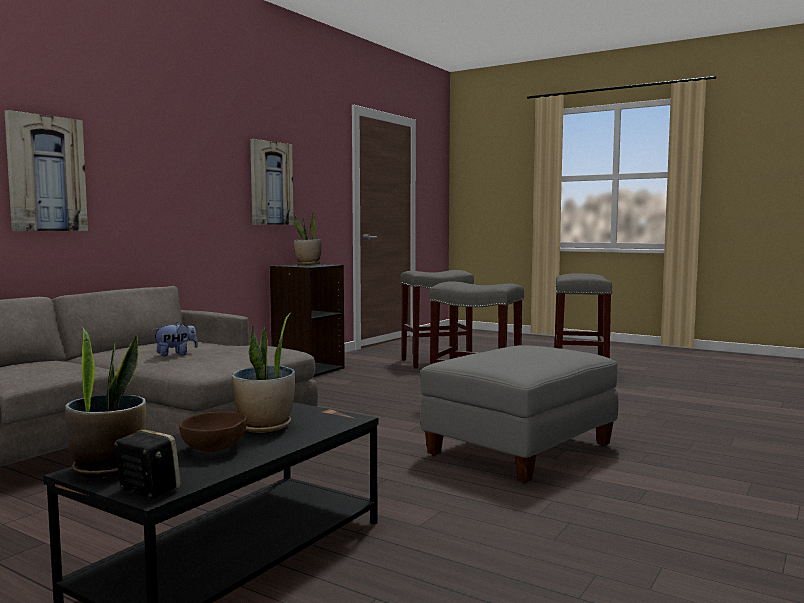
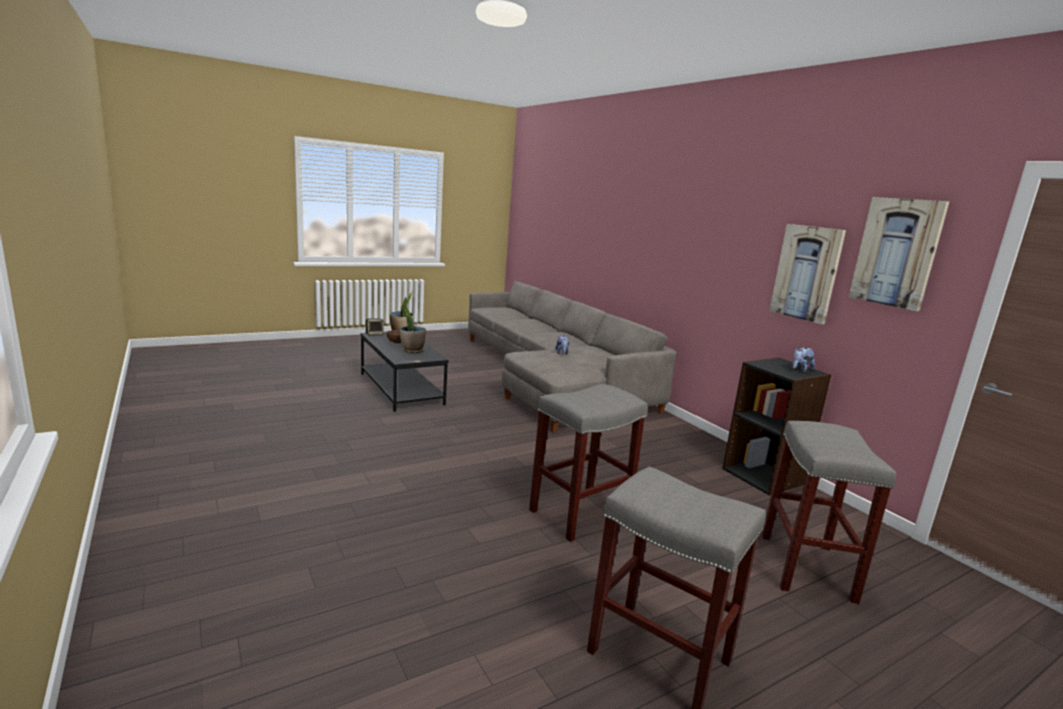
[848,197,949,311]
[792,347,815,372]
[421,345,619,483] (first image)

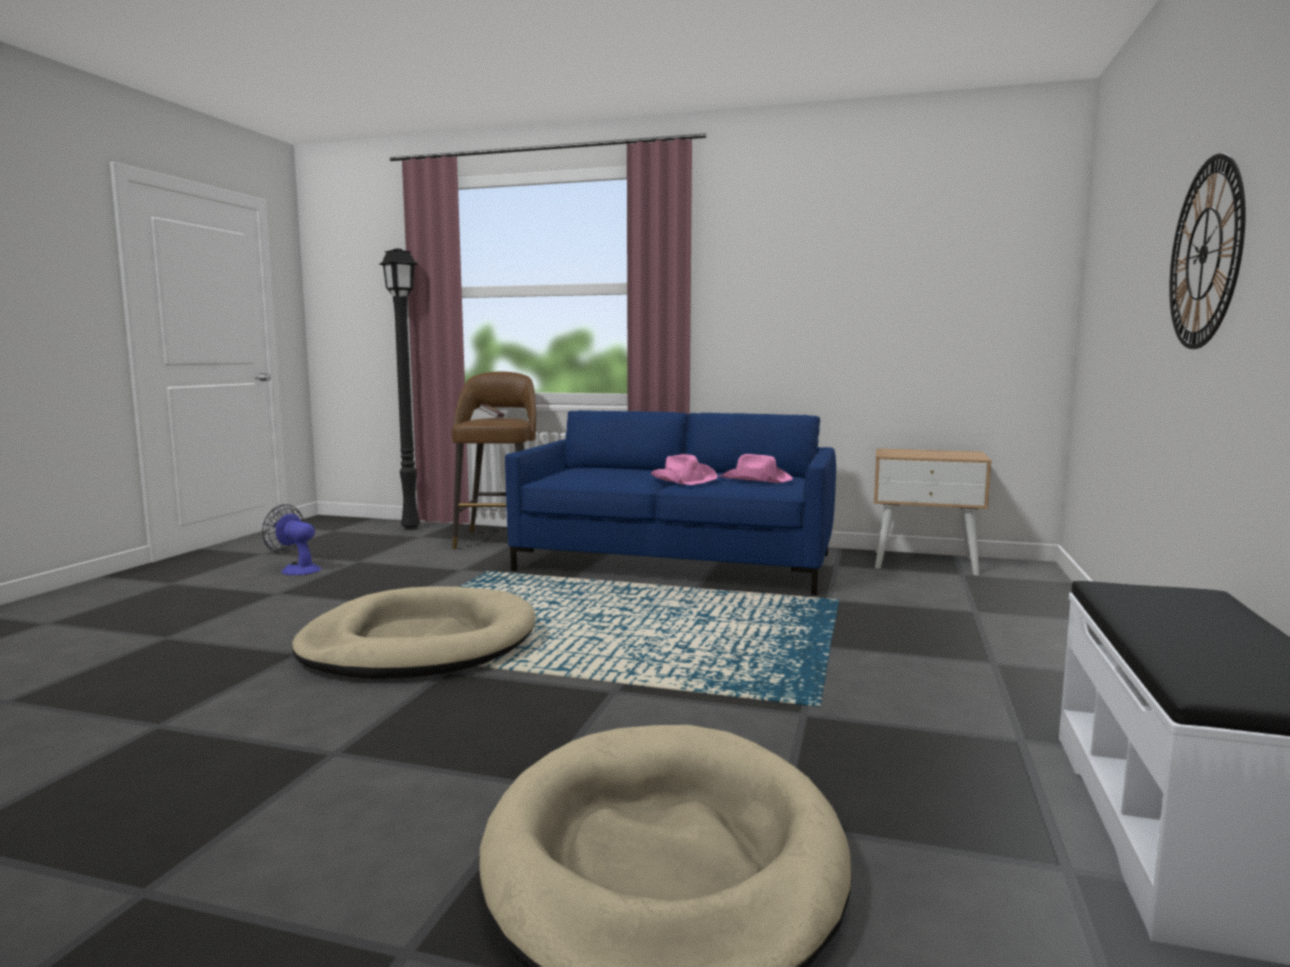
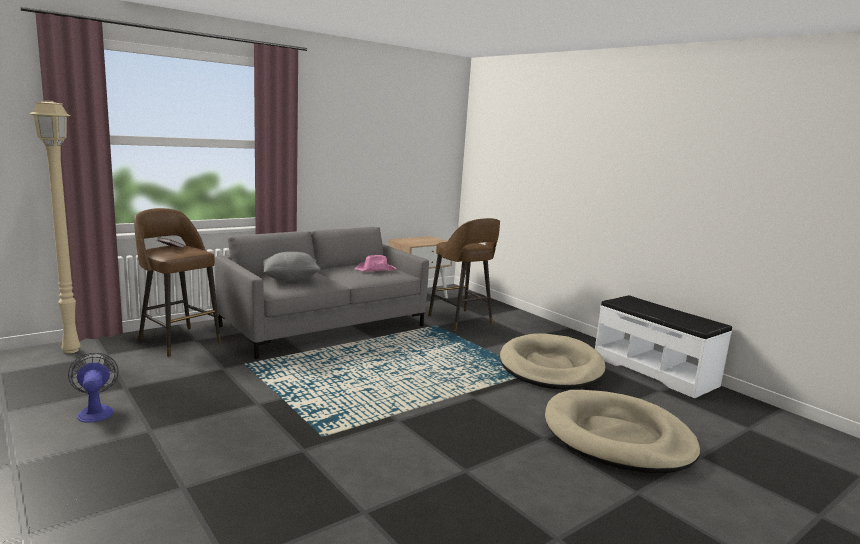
[1169,153,1246,349] (first image)
[29,100,81,353]
[215,227,429,359]
[651,454,718,485] (first image)
[68,353,119,423]
[500,333,605,389]
[428,218,500,331]
[262,251,321,281]

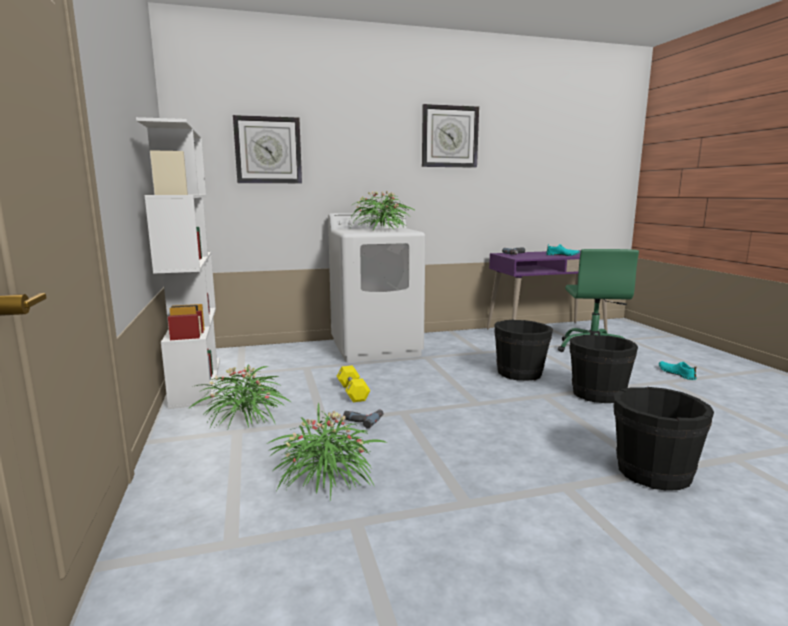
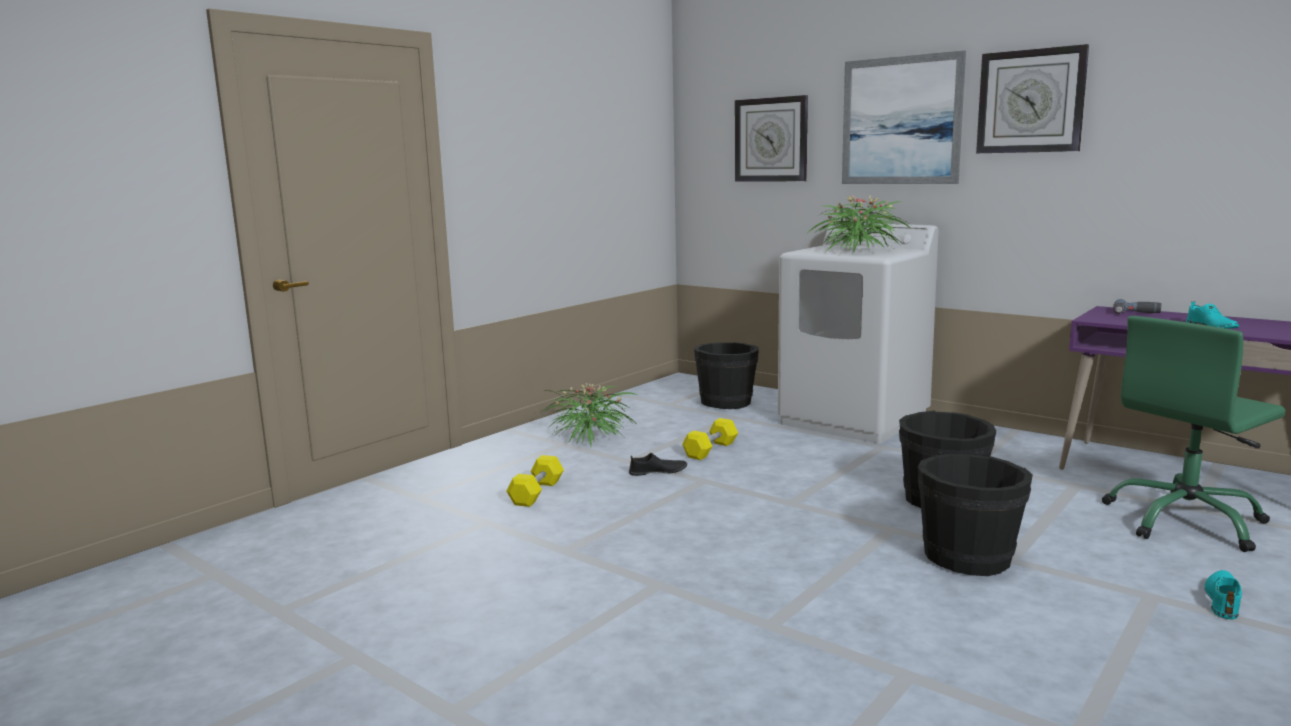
[136,117,220,409] (first image)
[694,342,759,409]
[507,455,564,507]
[629,453,687,476]
[842,50,966,184]

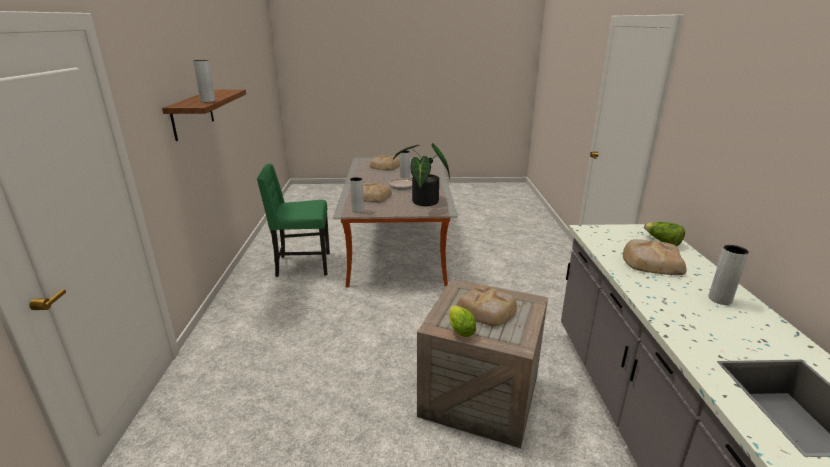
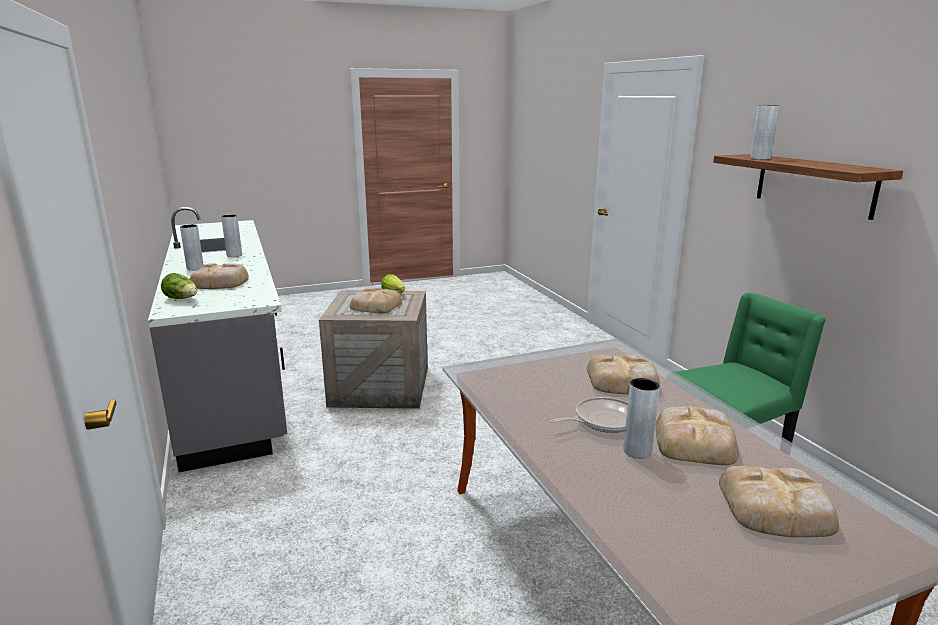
[393,143,450,206] (first image)
[221,214,242,257]
[656,406,739,465]

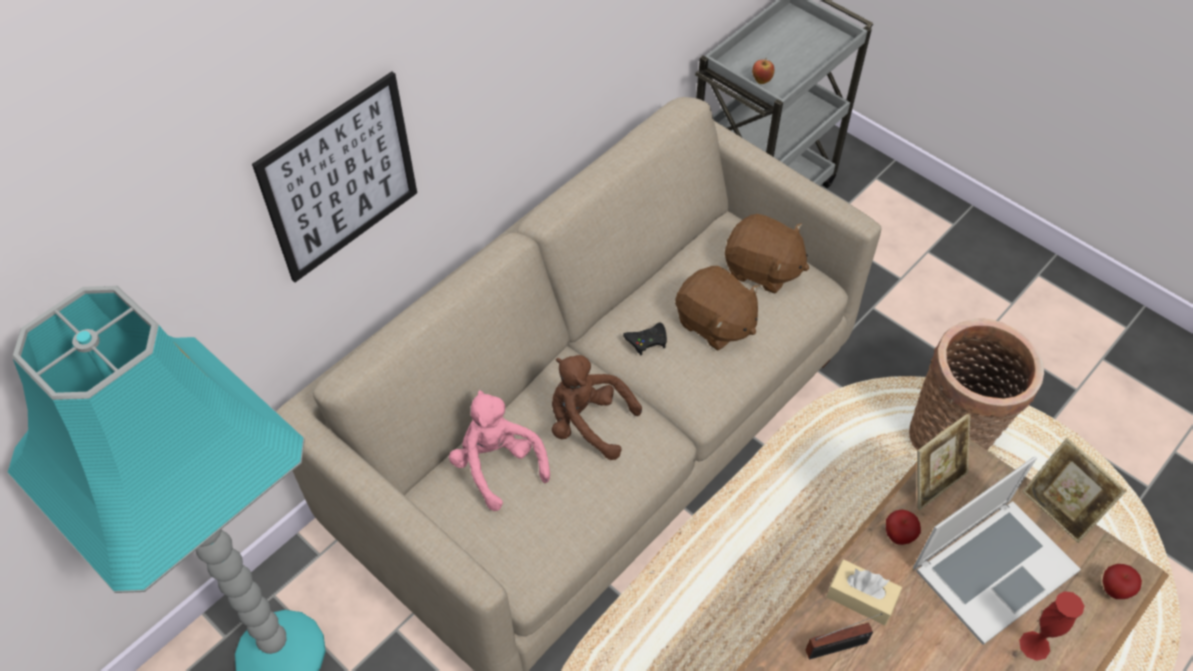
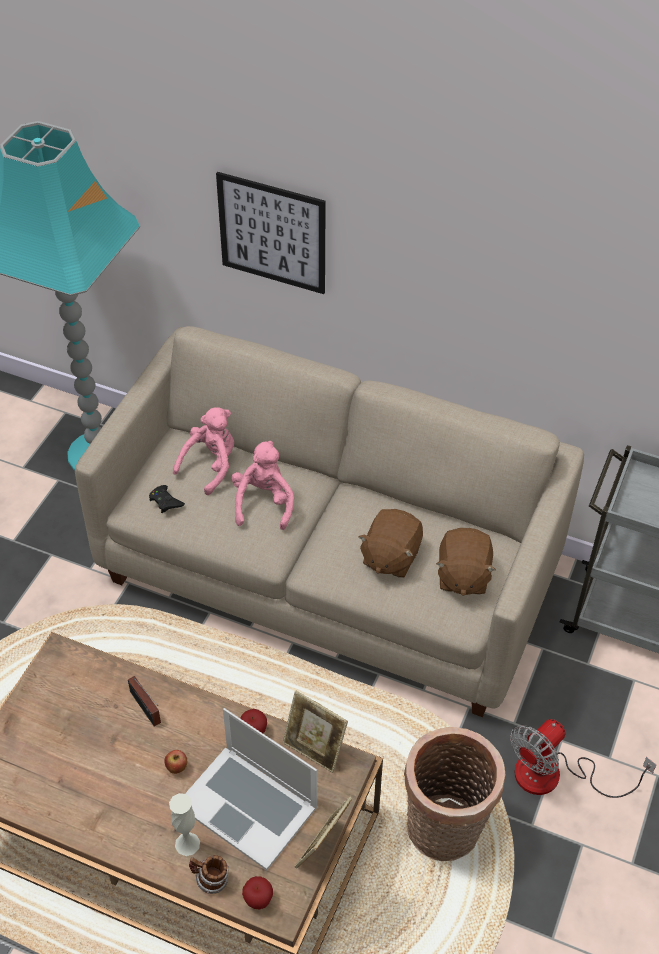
[164,750,187,774]
[149,485,185,513]
[231,441,294,530]
[826,559,902,625] (first image)
[169,793,200,856]
[510,719,656,798]
[189,855,229,894]

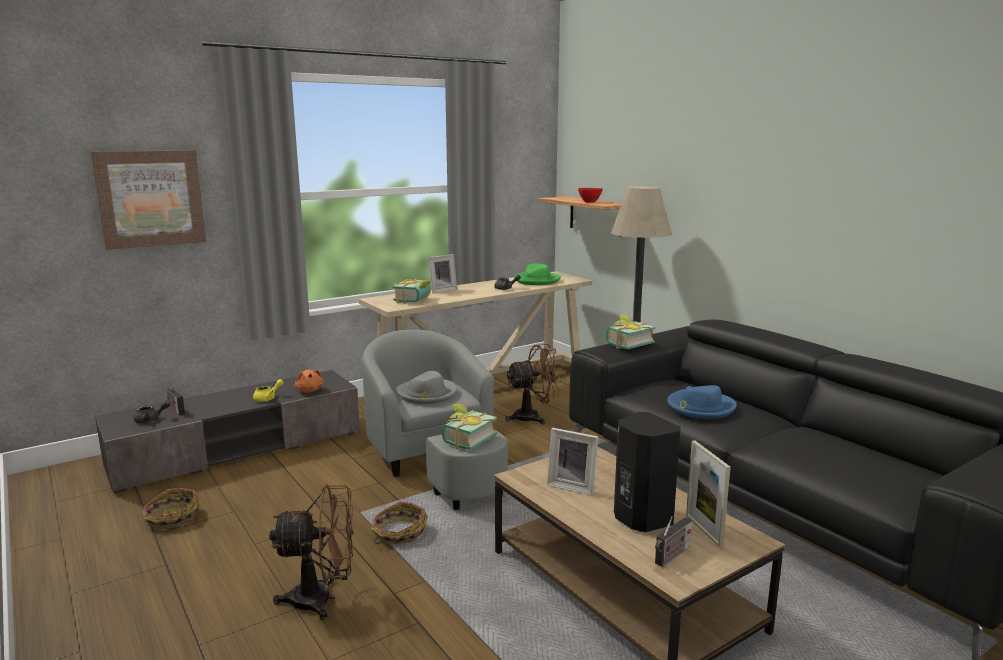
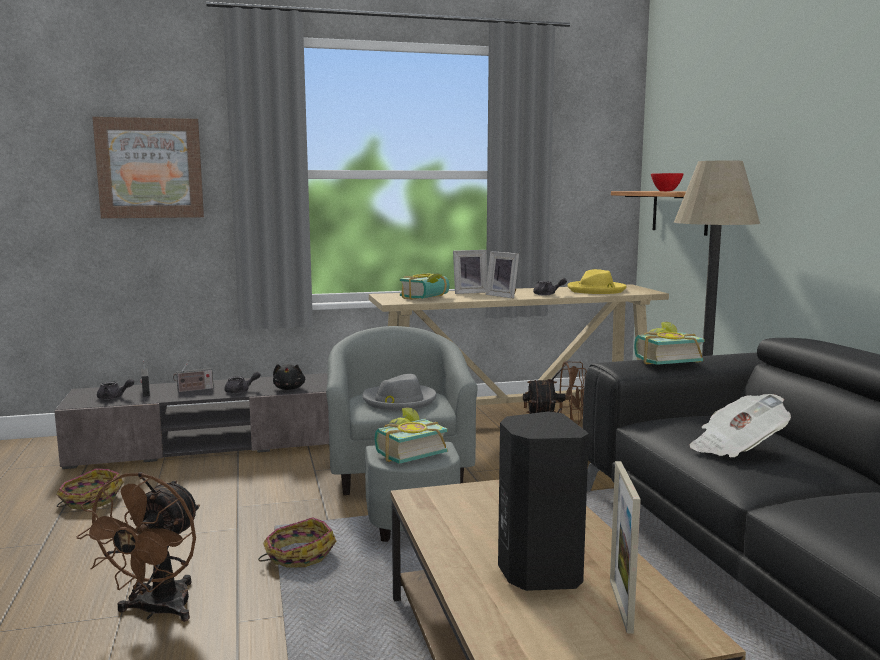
[567,269,627,294]
[273,364,305,390]
[224,371,261,394]
[690,394,791,457]
[486,251,519,299]
[77,472,200,622]
[173,360,214,392]

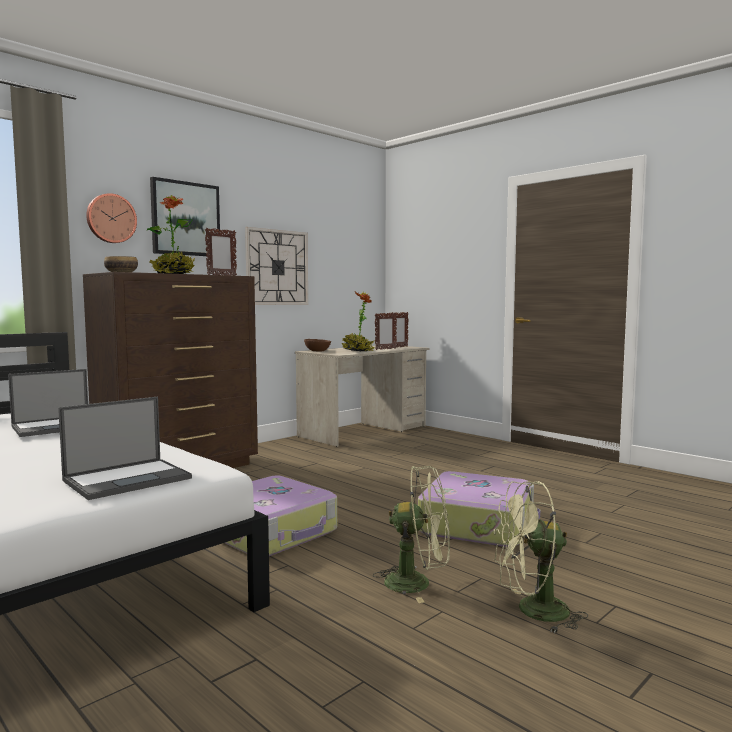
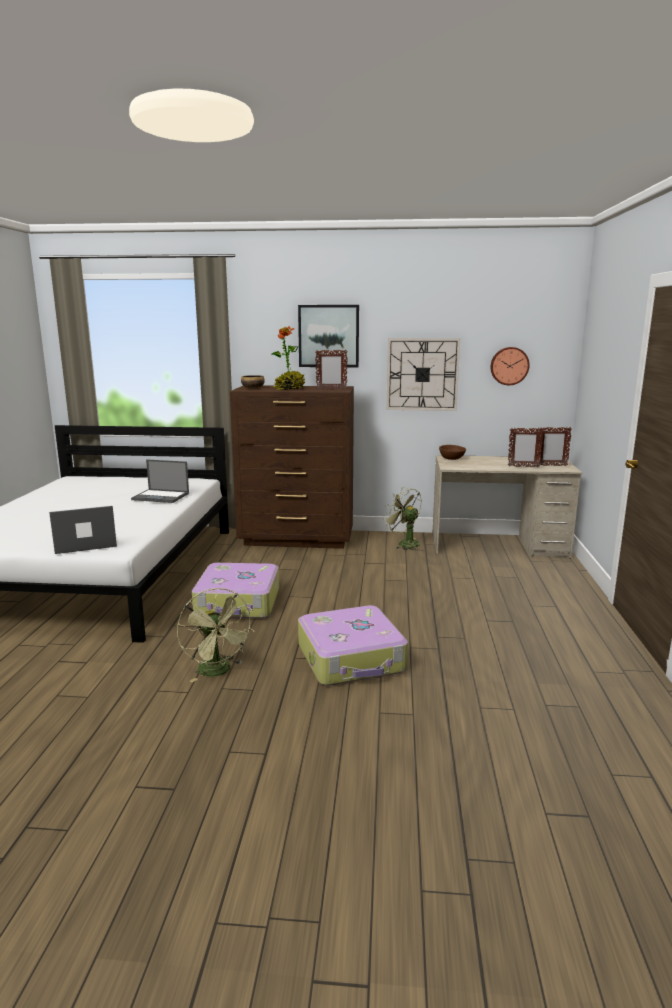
[490,347,530,385]
[342,292,375,351] (first image)
[49,506,117,554]
[383,487,422,550]

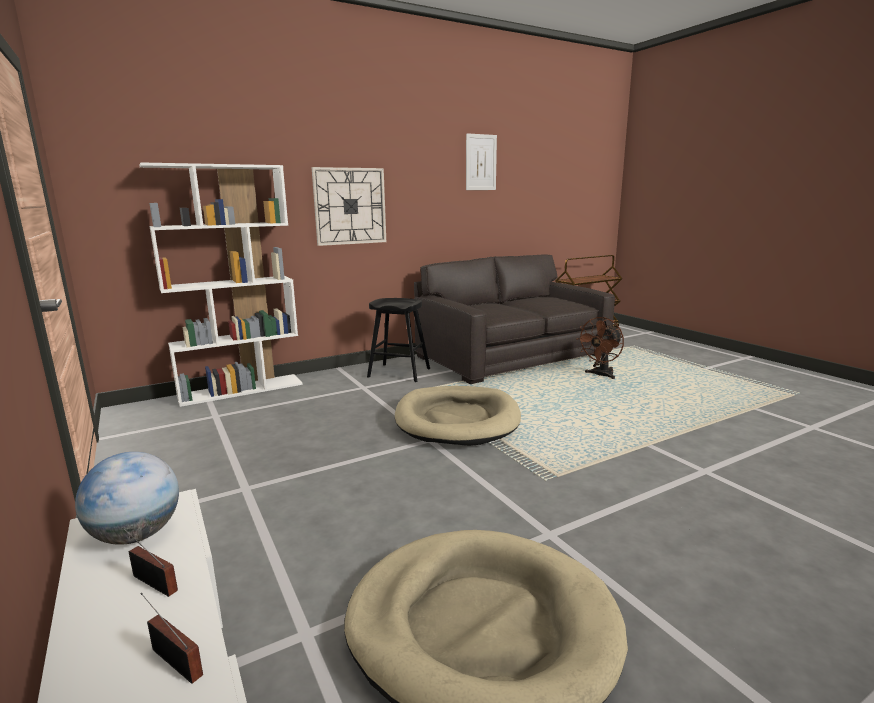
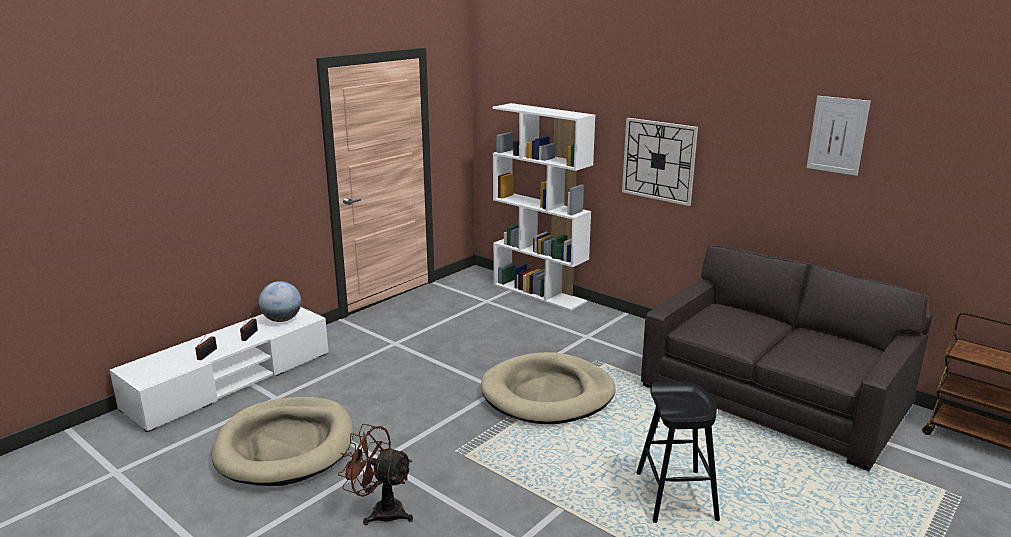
[636,381,720,523]
[338,424,413,525]

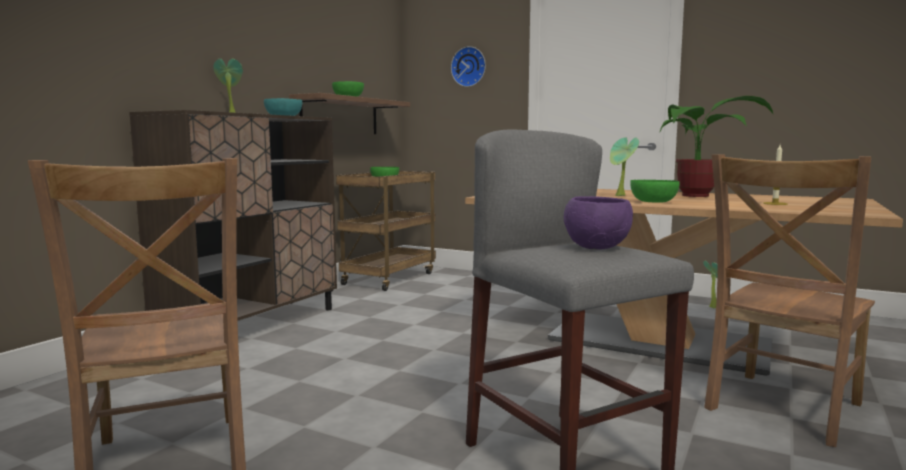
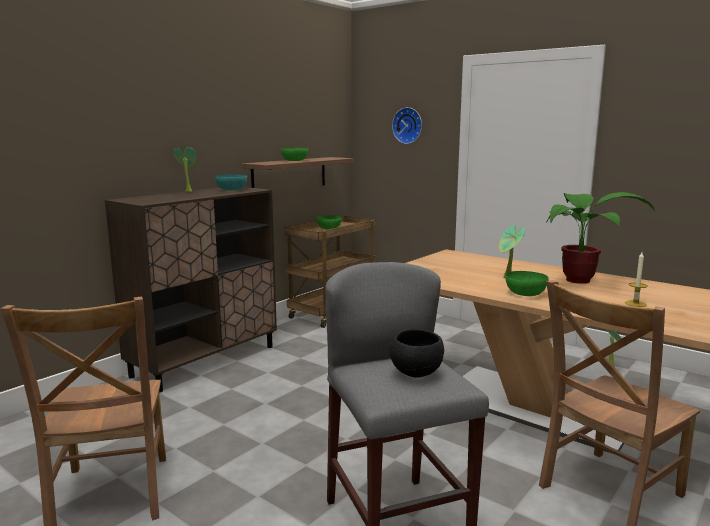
[389,329,444,377]

